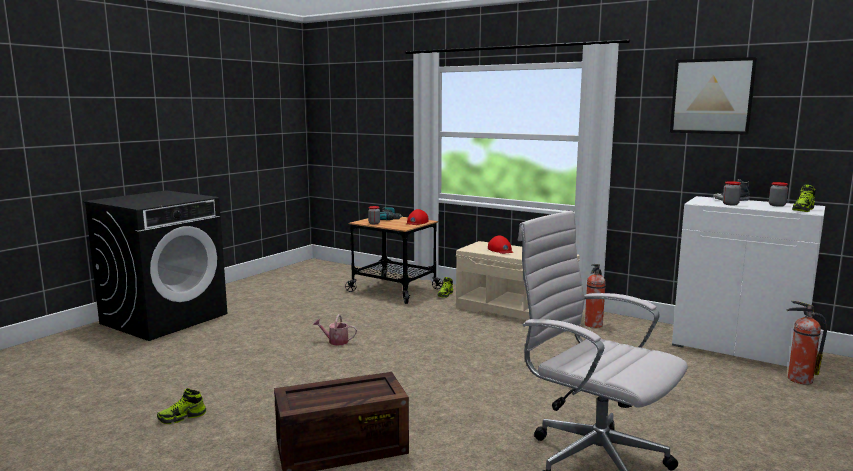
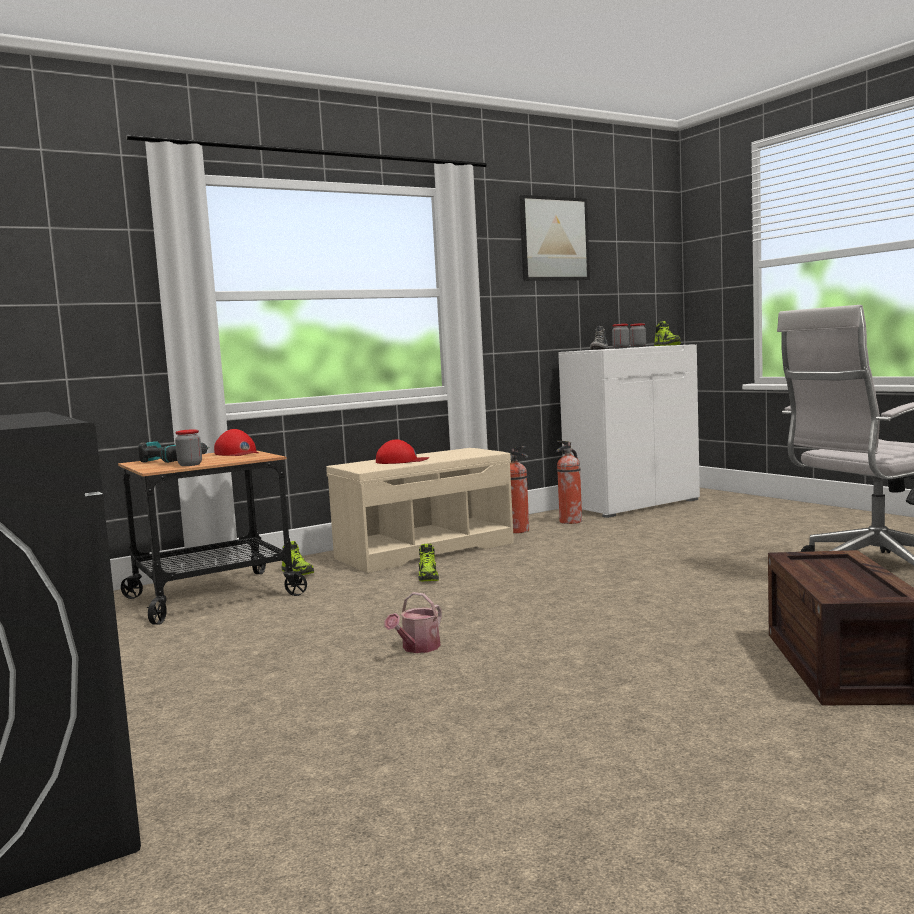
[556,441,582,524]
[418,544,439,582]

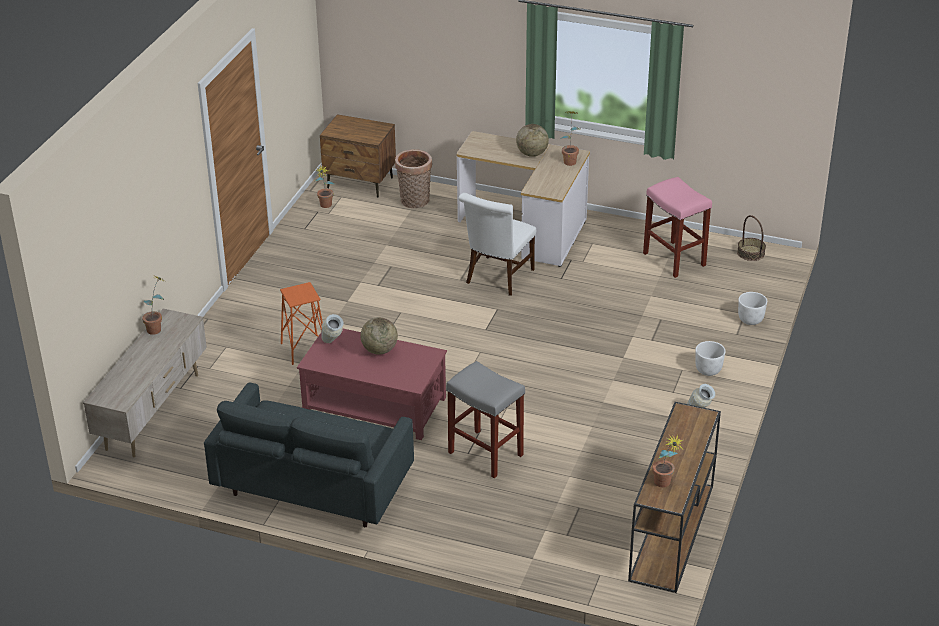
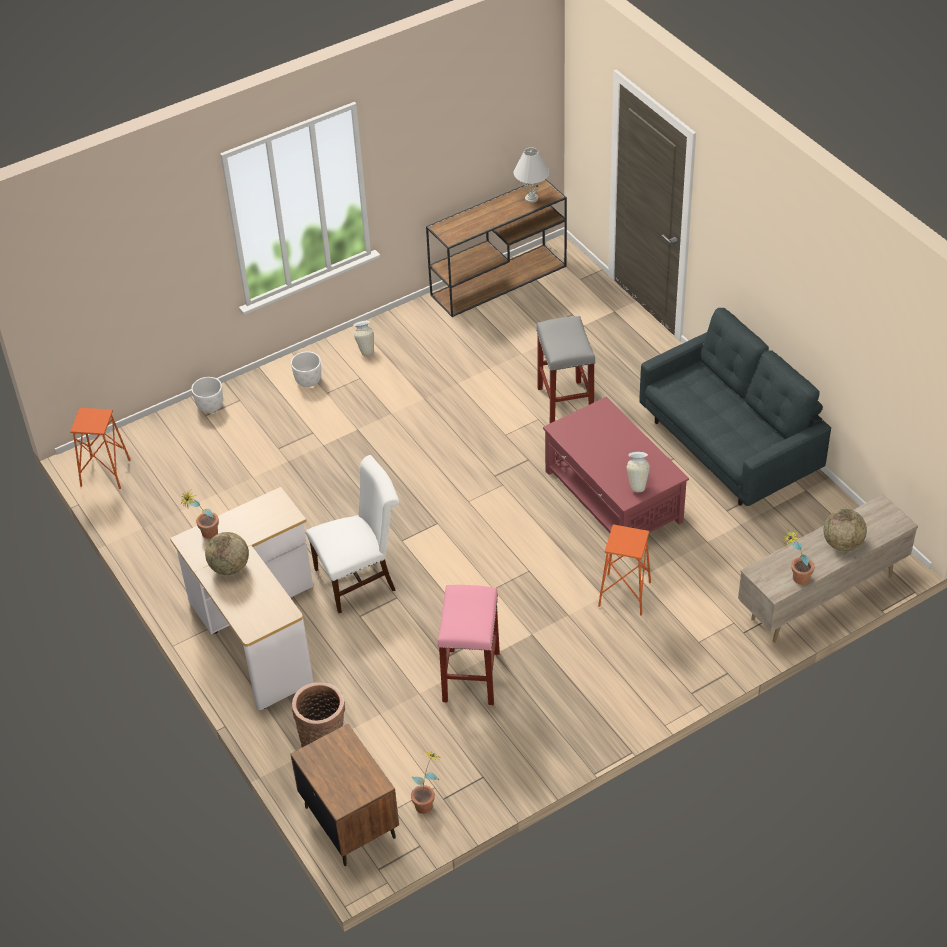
[437,585,500,705]
[70,408,131,489]
[823,509,867,551]
[514,148,549,203]

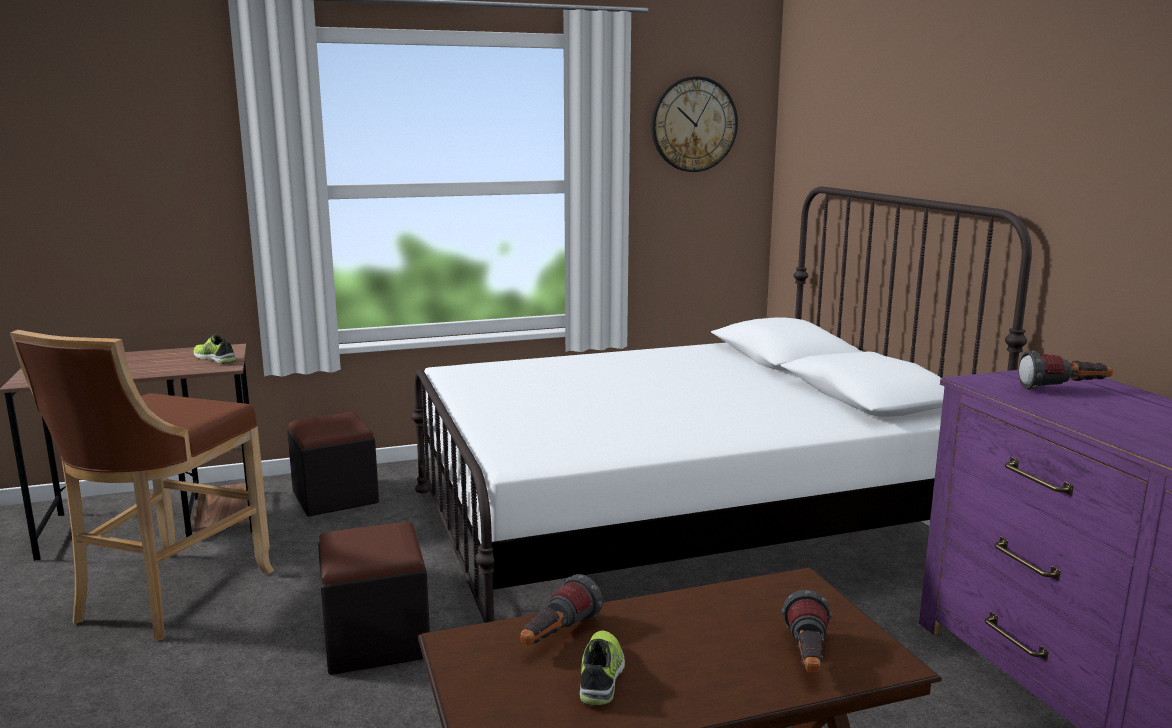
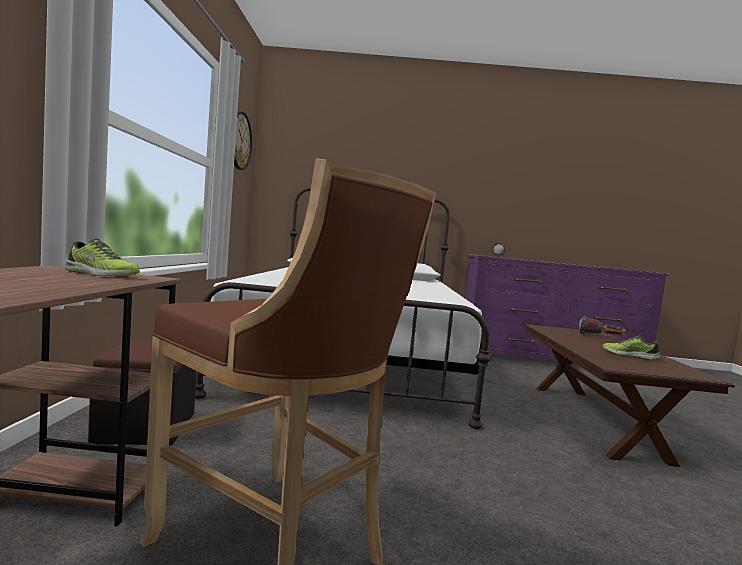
[65,238,140,276]
[318,522,430,675] (first image)
[520,574,603,645] (first image)

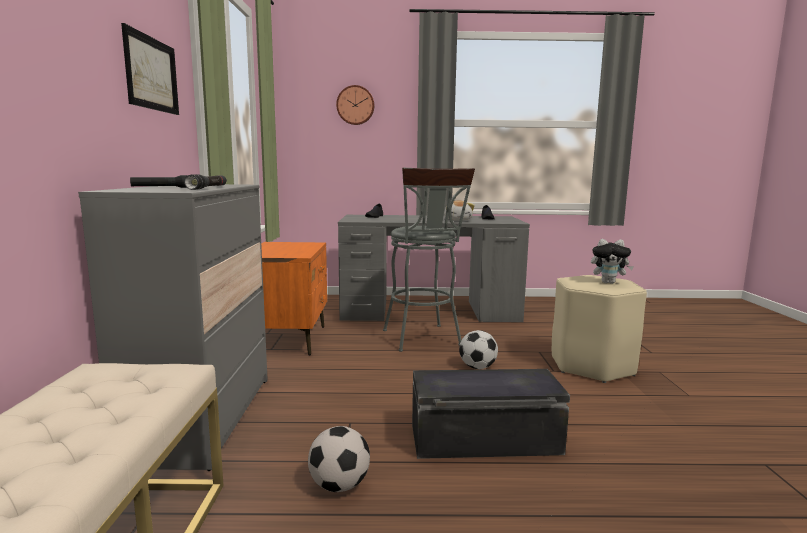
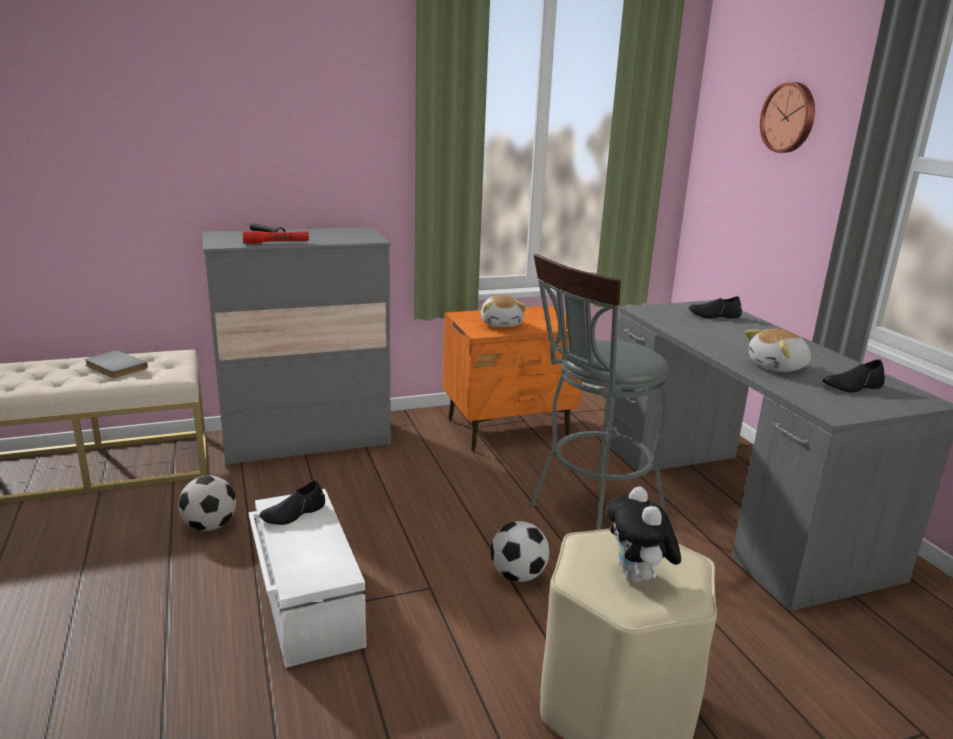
[121,23,179,115] (first image)
[242,231,309,244]
[249,489,366,668]
[481,295,527,327]
[84,350,148,378]
[259,481,325,525]

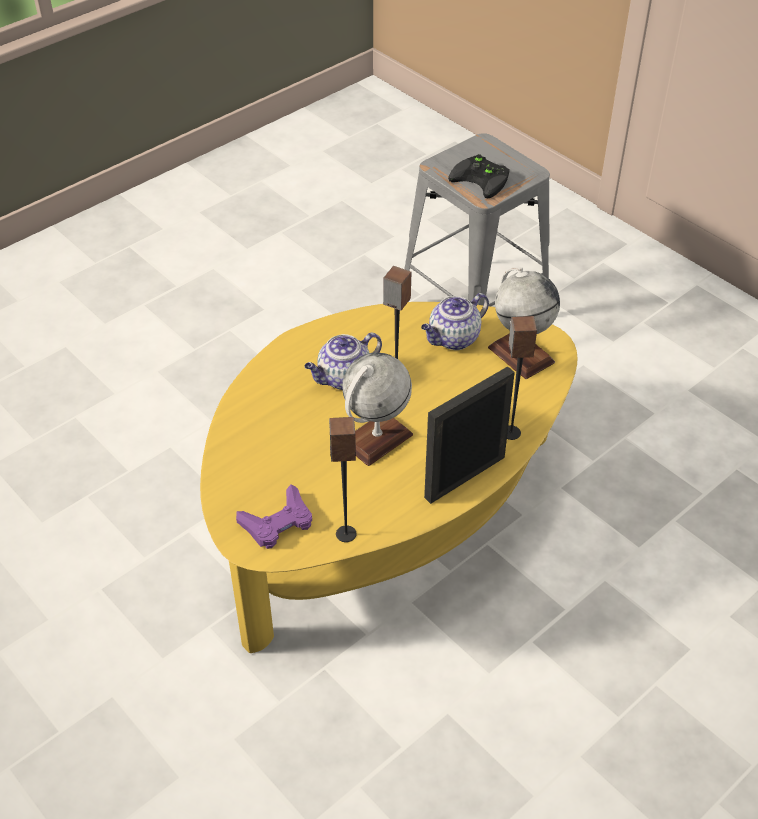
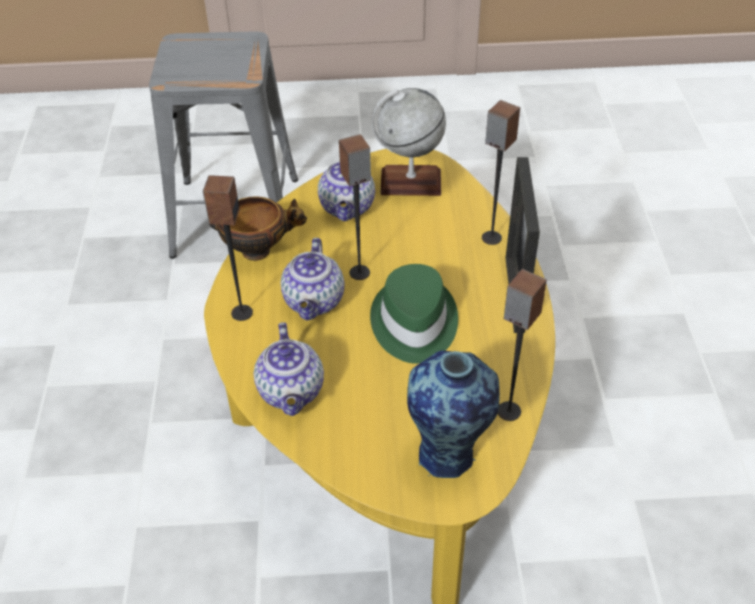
[448,154,510,199] (first image)
[370,264,458,364]
[407,351,500,478]
[203,175,253,321]
[209,197,307,261]
[254,322,324,416]

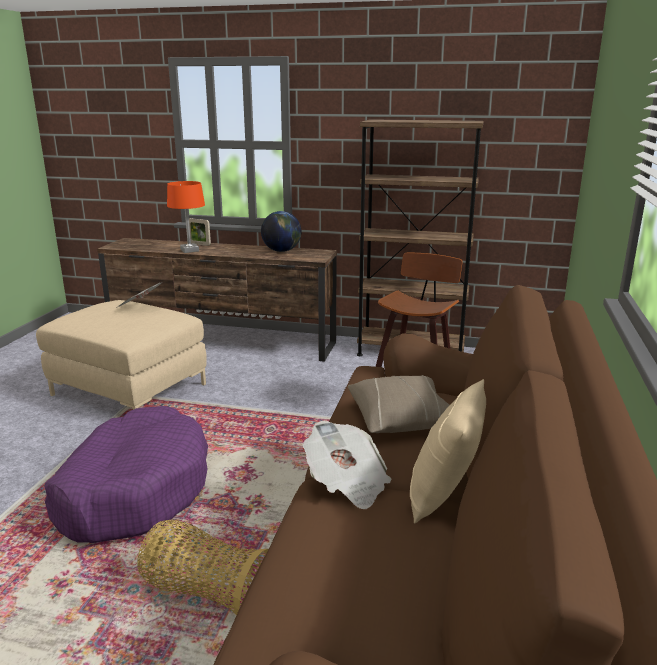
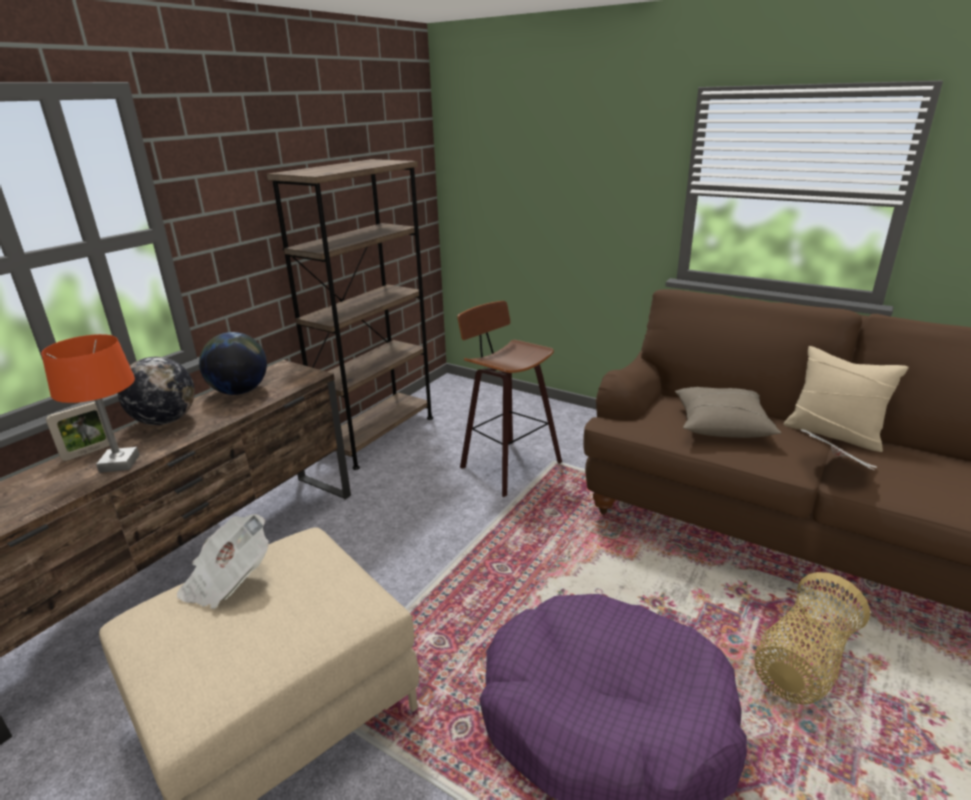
[118,357,195,425]

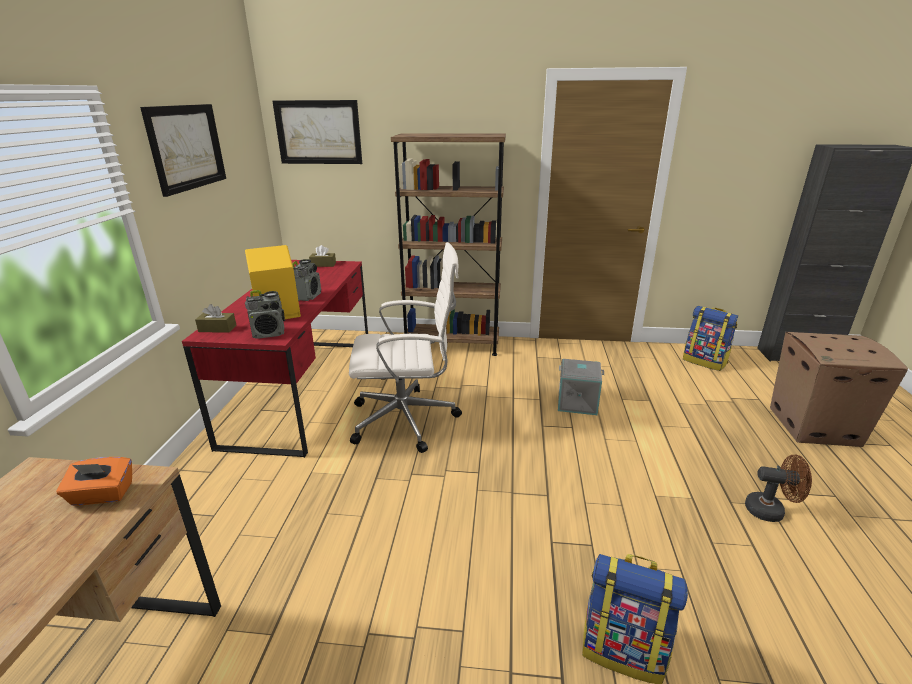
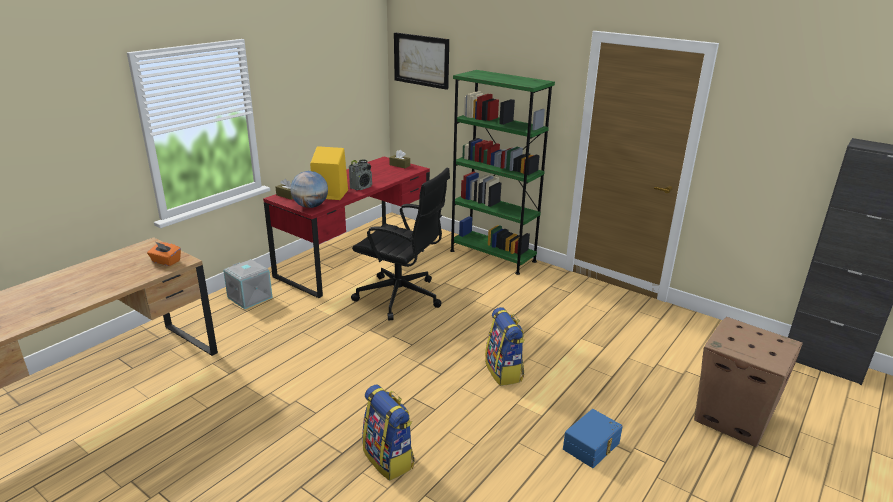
[140,104,226,197] (first image)
[450,70,555,275]
[351,168,450,320]
[291,171,328,208]
[485,307,525,386]
[223,259,273,309]
[563,409,623,468]

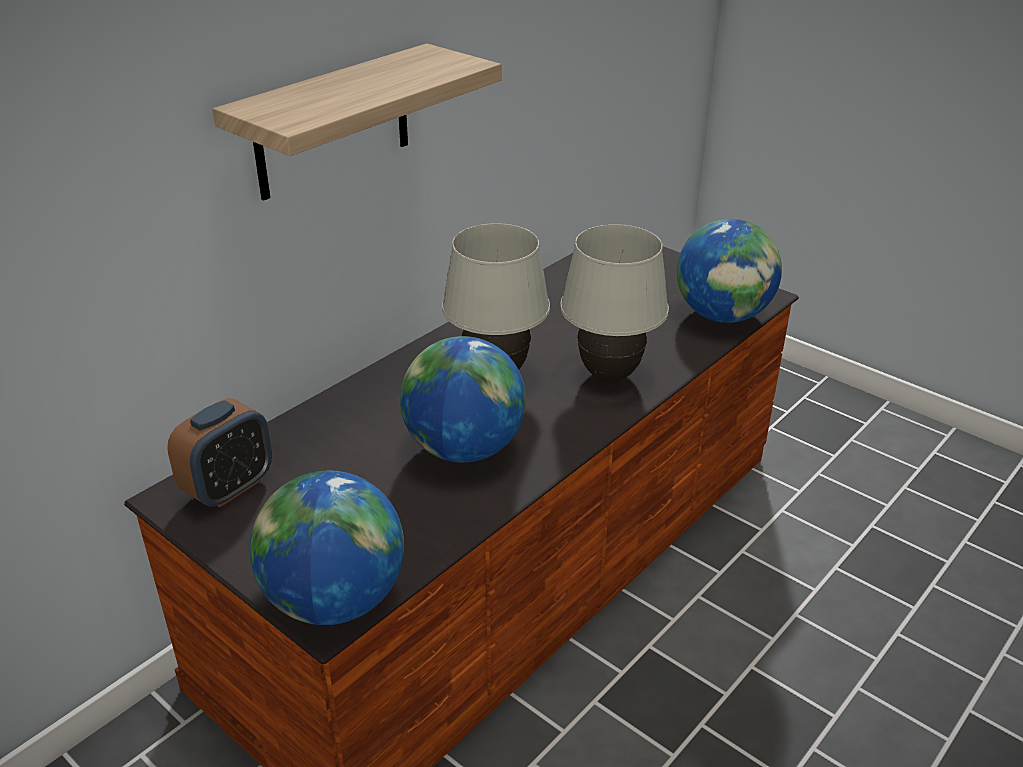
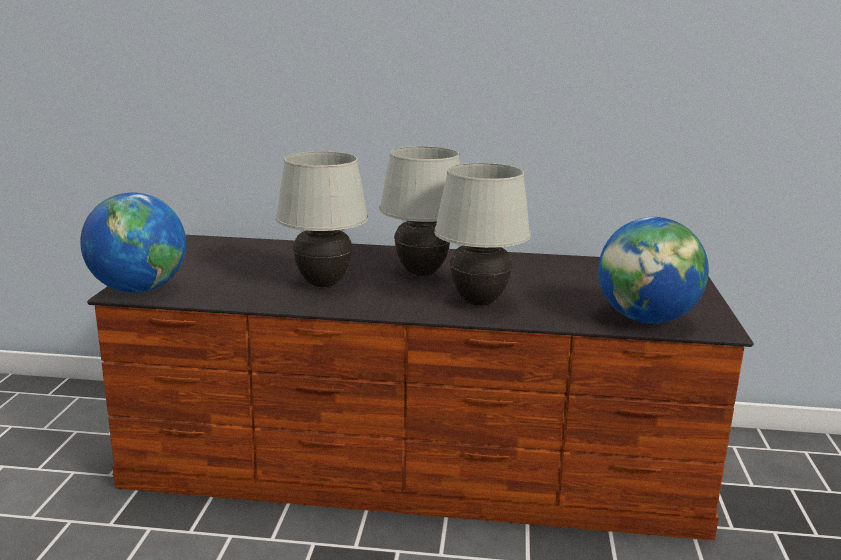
[212,43,502,201] (first image)
[276,151,368,287]
[167,398,272,508] (first image)

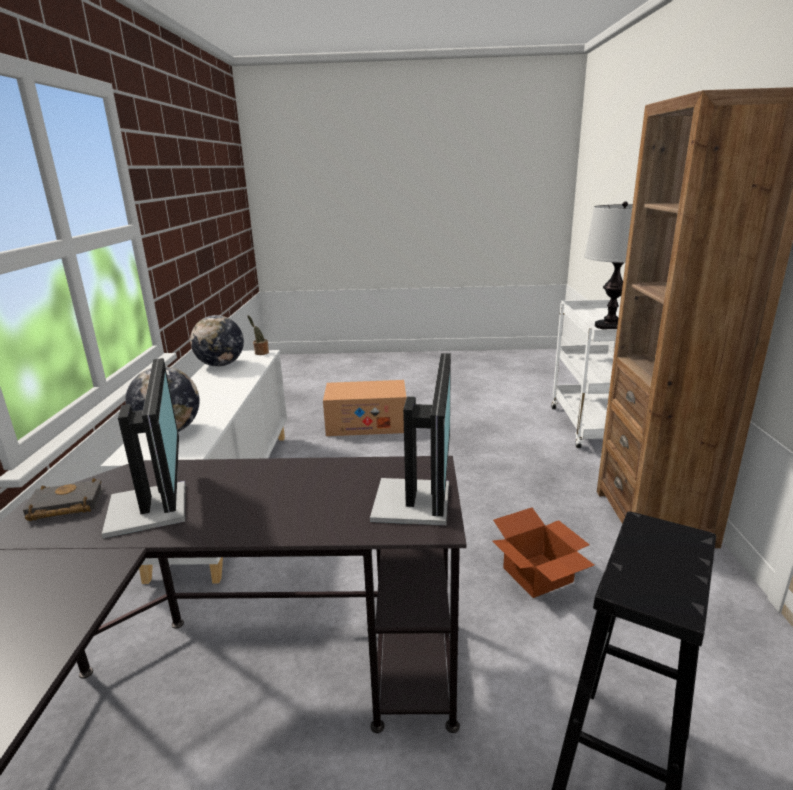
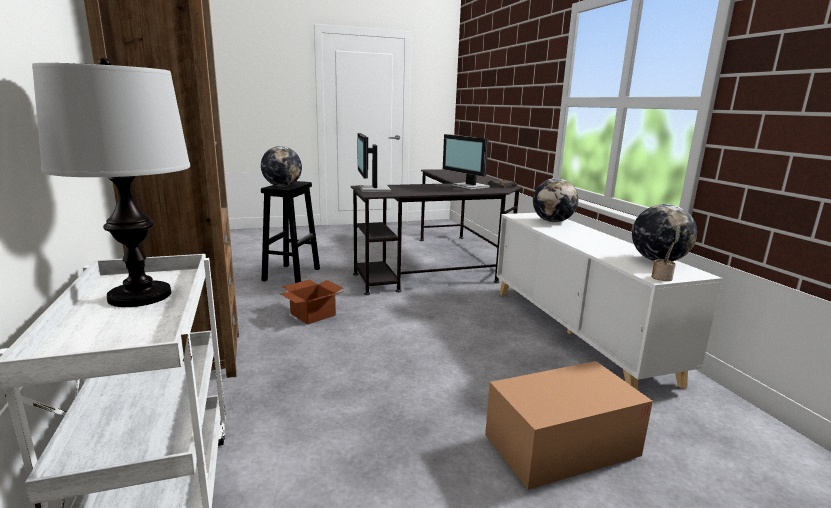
[261,146,302,187]

